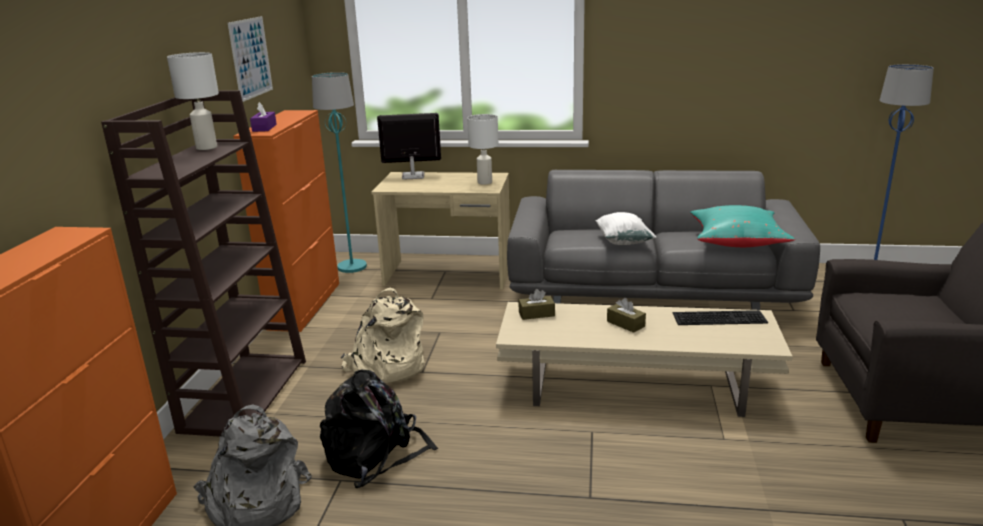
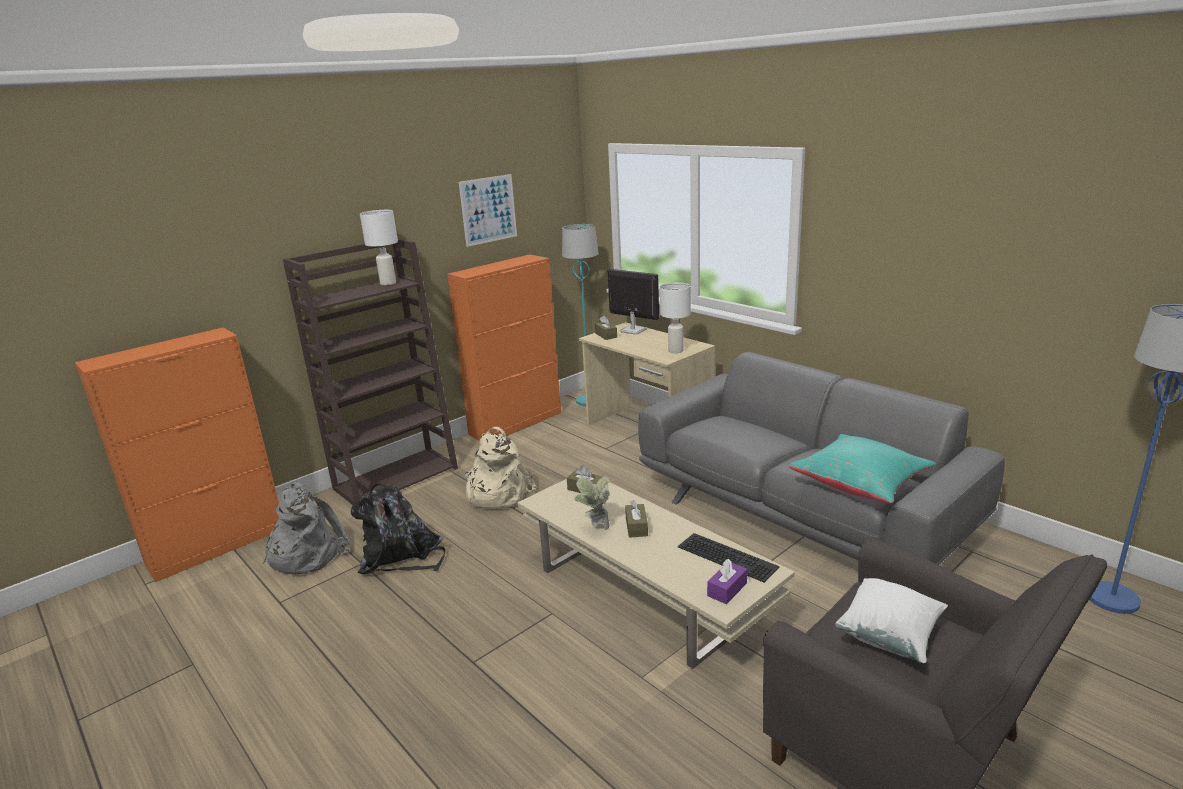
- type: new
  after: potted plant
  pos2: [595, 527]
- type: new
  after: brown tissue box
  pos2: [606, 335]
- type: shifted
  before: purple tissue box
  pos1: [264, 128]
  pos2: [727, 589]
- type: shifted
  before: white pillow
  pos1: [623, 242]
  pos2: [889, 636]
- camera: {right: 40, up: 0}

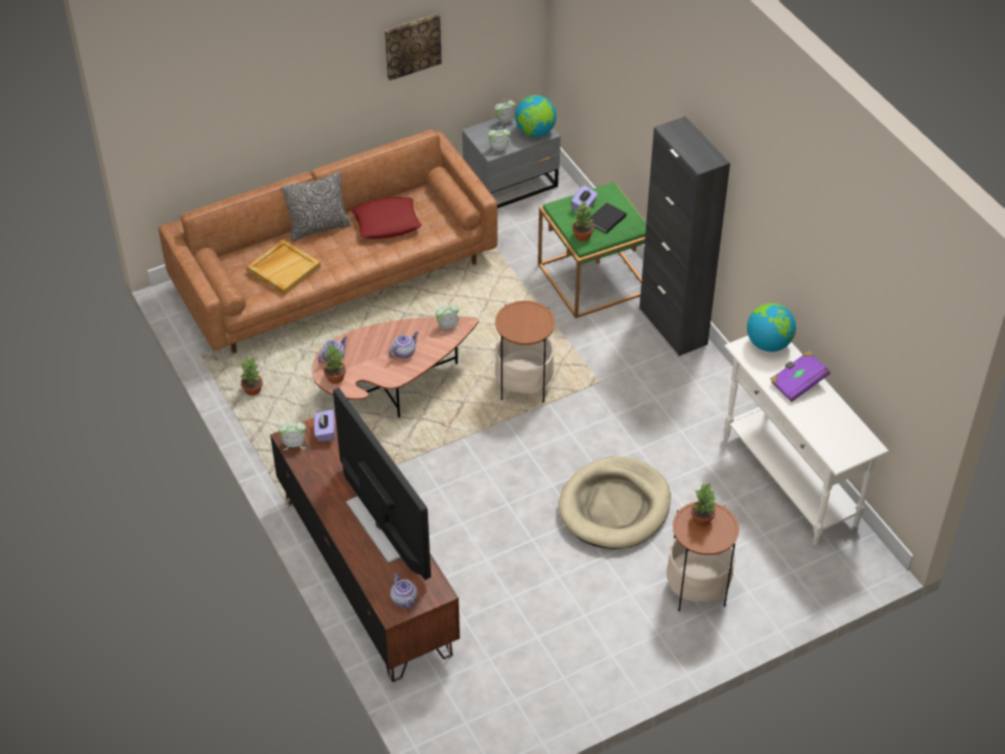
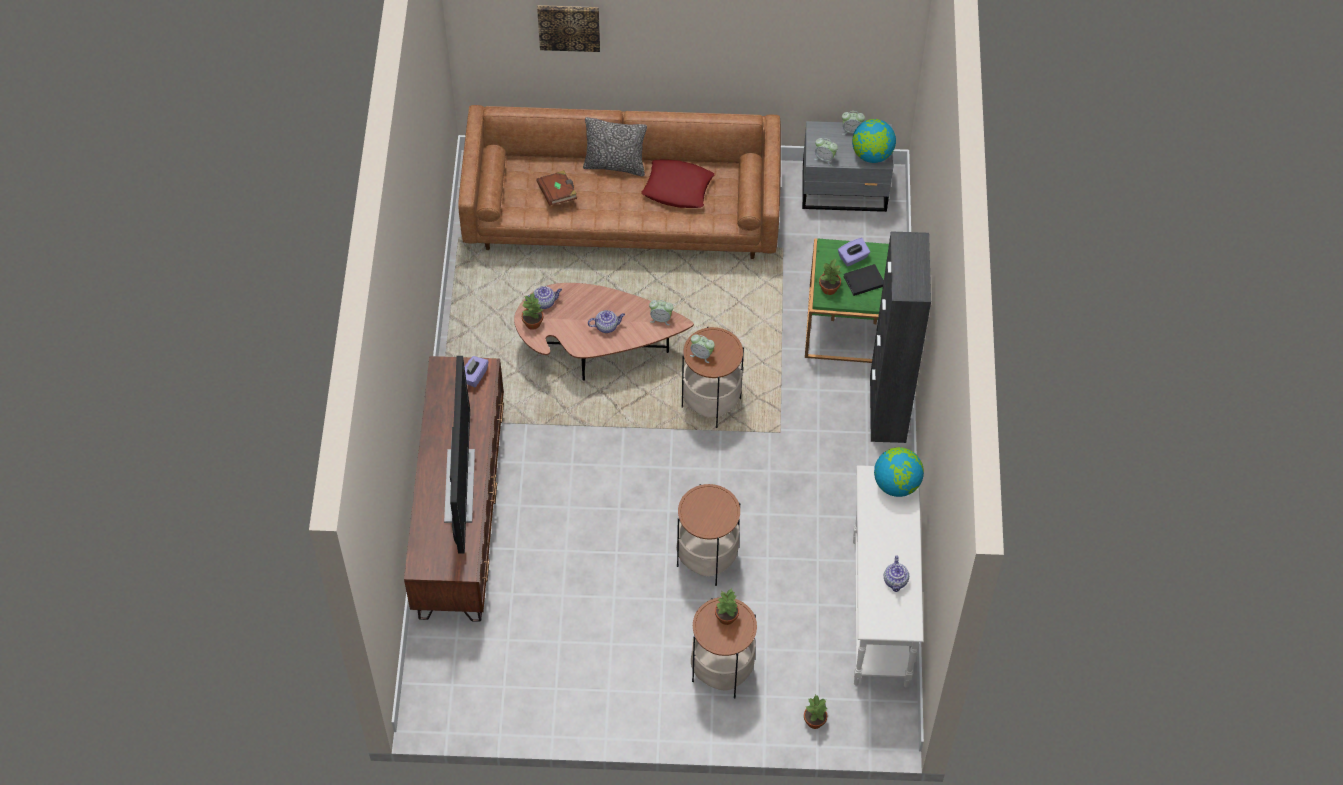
- type: swapped
  before: beige tray
  after: brown book
  pos1: [284, 268]
  pos2: [558, 194]
- type: shifted
  before: picture
  pos1: [412, 45]
  pos2: [569, 26]
- type: swapped
  before: beige dog bed
  after: side table
  pos1: [615, 507]
  pos2: [707, 558]
- type: shifted
  before: alarm clock
  pos1: [294, 444]
  pos2: [701, 355]
- type: shifted
  before: potted plant
  pos1: [253, 390]
  pos2: [815, 721]
- type: shifted
  before: teapot
  pos1: [405, 599]
  pos2: [895, 581]
- type: gone
  before: purple book
  pos1: [798, 383]
- camera: {right: 30, up: 10}

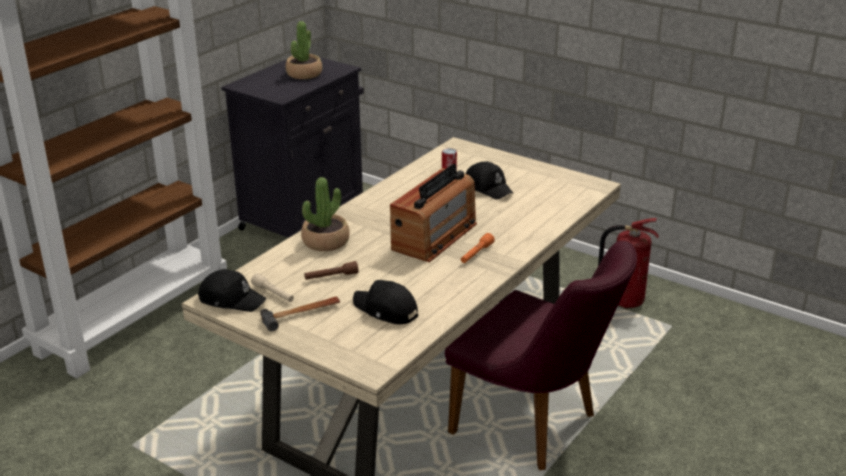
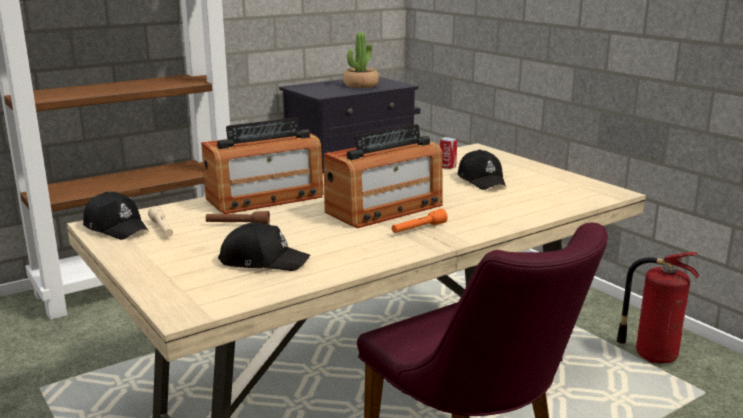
- type: swapped
  before: potted plant
  after: radio
  pos1: [325, 241]
  pos2: [265, 198]
- type: rotated
  before: black cap
  pos1: [385, 310]
  pos2: [263, 261]
  turn: 135
- type: gone
  before: hammer
  pos1: [301, 314]
- camera: {right: 20, up: -10}

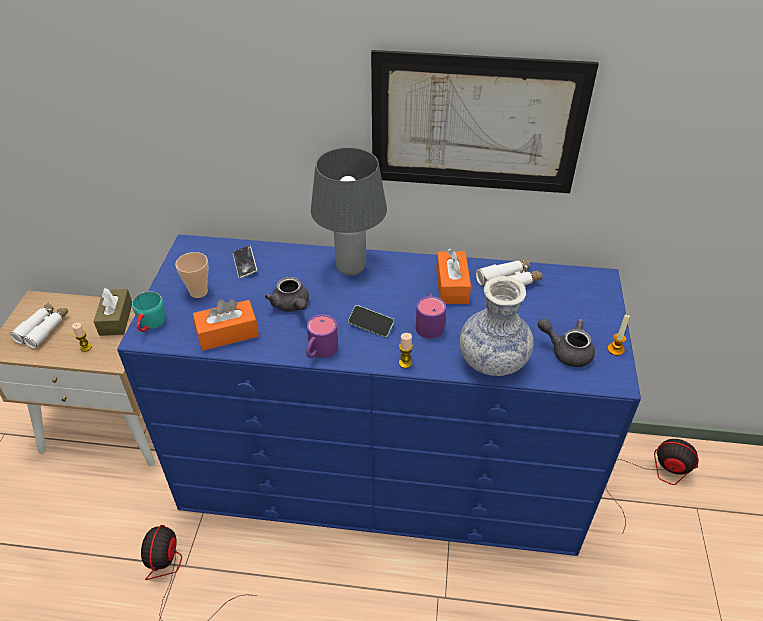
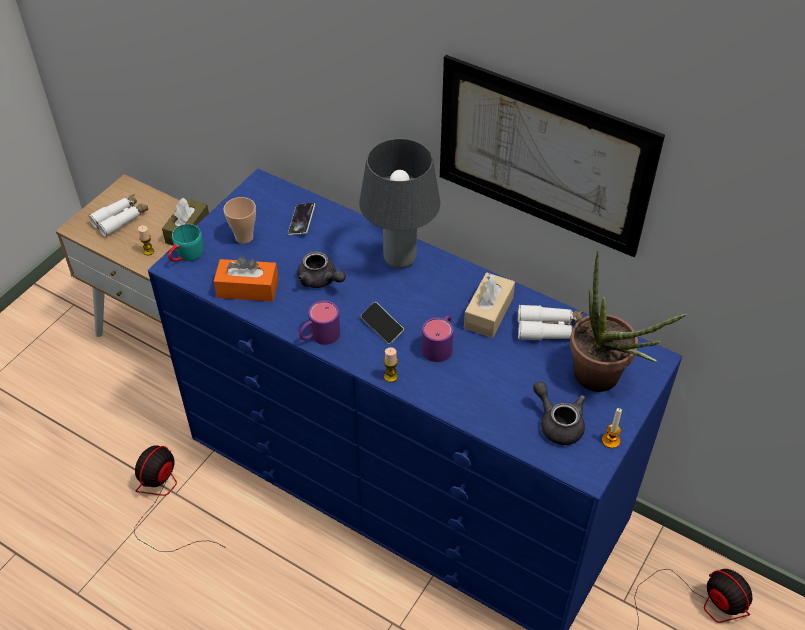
- type: rotated
  before: grey teapot
  pos1: [292, 305]
  pos2: [320, 280]
  turn: -45
- type: repainted
  before: orange tissue box
  after: beige tissue box
  pos1: [452, 286]
  pos2: [488, 313]
- type: new
  after: potted plant
  pos2: [603, 381]
- type: gone
  before: vase
  pos1: [493, 360]
- camera: {right: 25, up: 5}

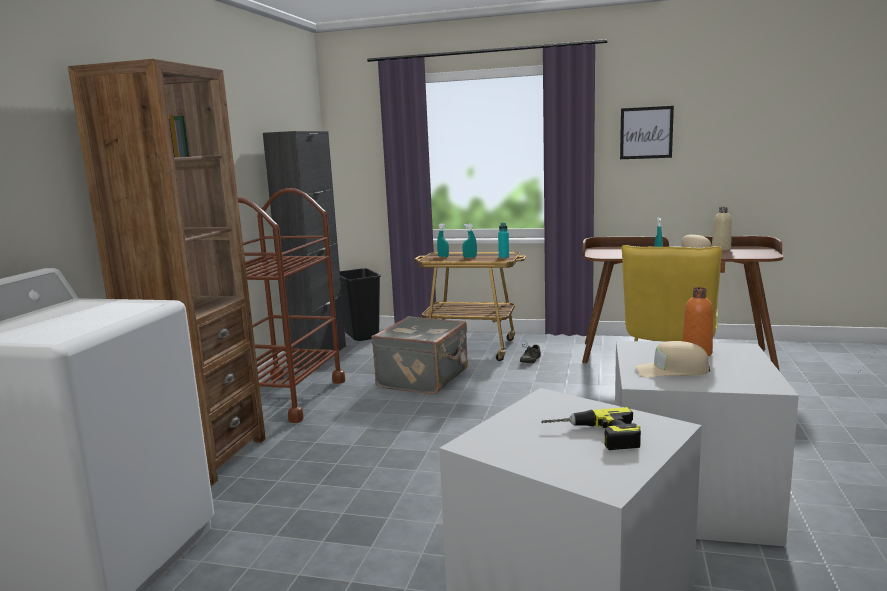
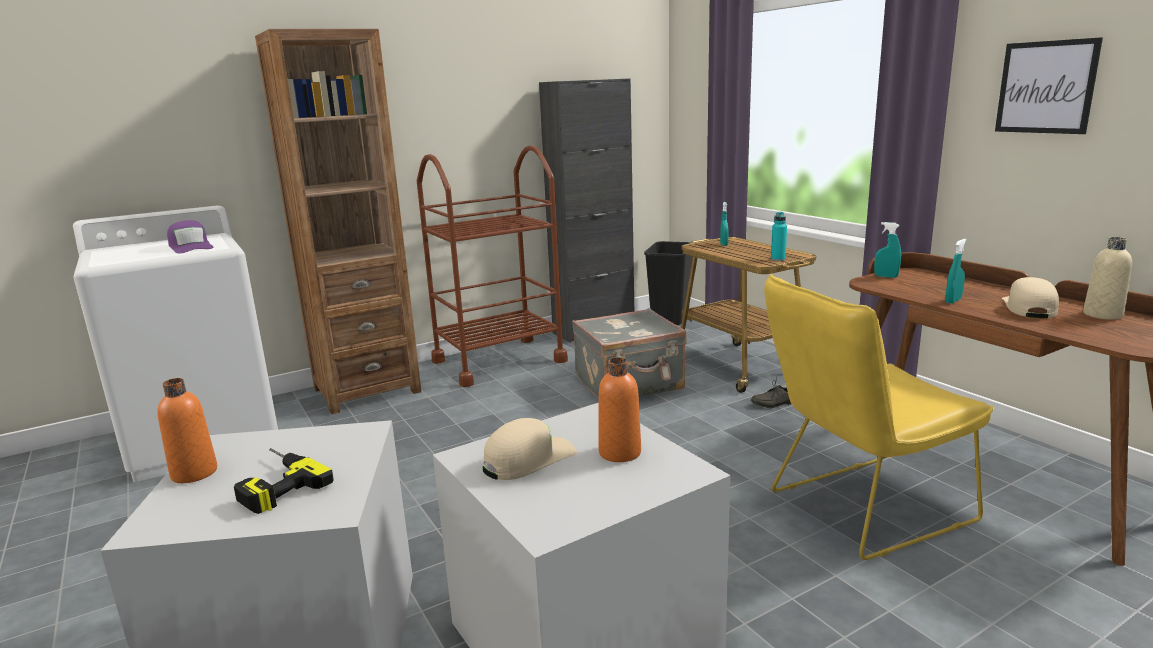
- type: new
  after: orange bottle
  pos2: [194, 473]
- type: new
  after: purple cap
  pos2: [191, 247]
- type: rotated
  before: beige cap
  pos1: [672, 371]
  pos2: [528, 459]
  turn: 90
- type: shifted
  before: turquoise spray bottle
  pos1: [470, 257]
  pos2: [886, 276]
- camera: {right: 45, up: 5}

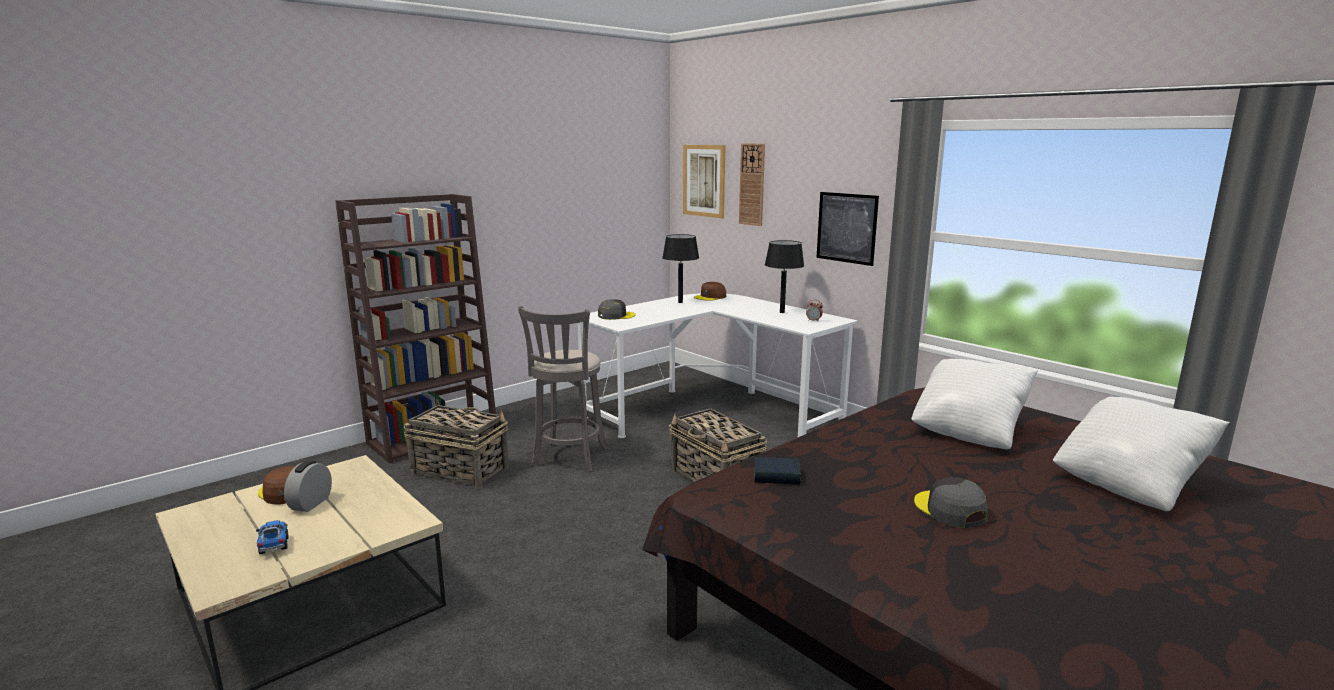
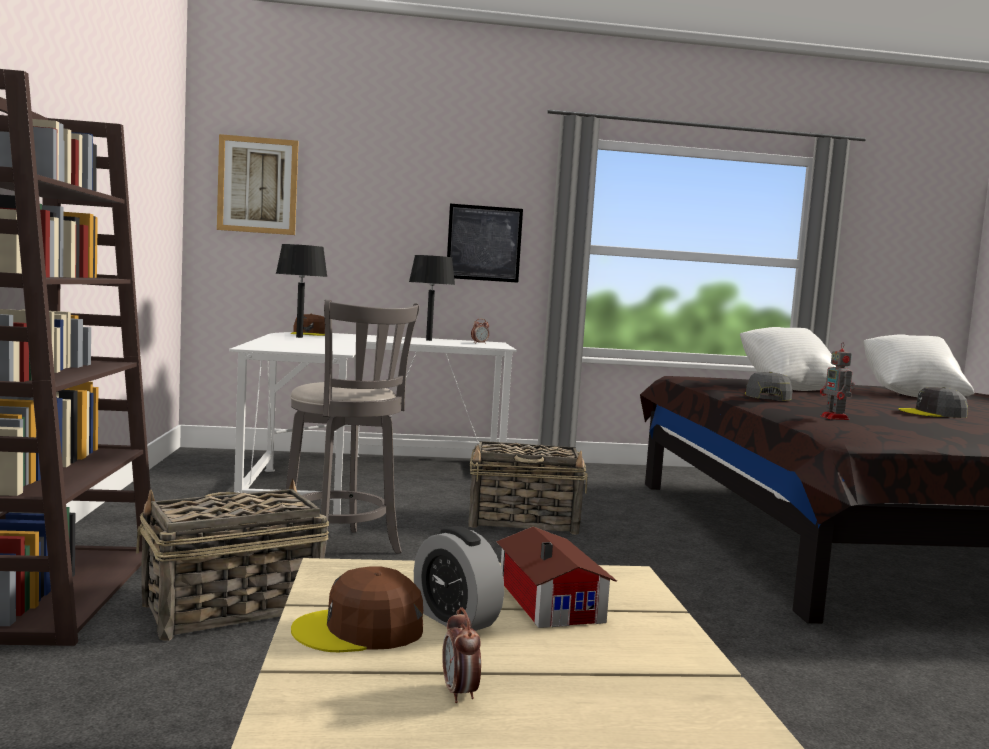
- type: new
  after: alarm clock
  pos2: [460, 693]
- type: new
  after: toy house
  pos2: [551, 599]
- type: shifted
  before: grey cap
  pos1: [616, 316]
  pos2: [767, 396]
- type: swapped
  before: book
  after: toy robot
  pos1: [776, 476]
  pos2: [835, 418]
- type: gone
  before: toy truck
  pos1: [274, 546]
- type: gone
  before: wall clock
  pos1: [752, 184]
- camera: {right: -55, up: -10}

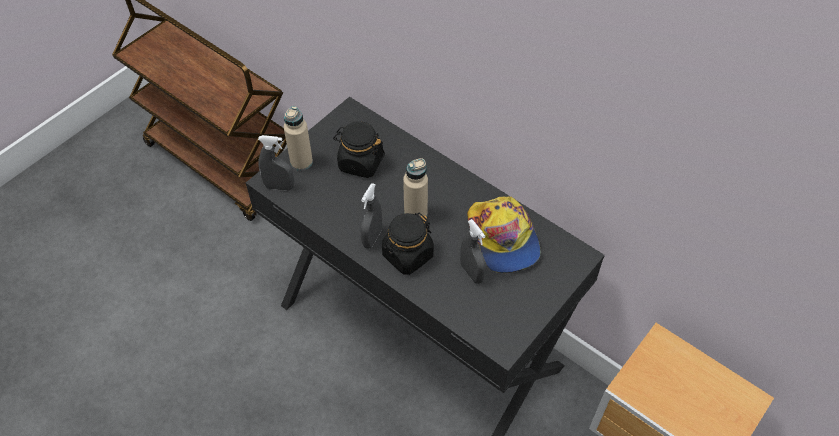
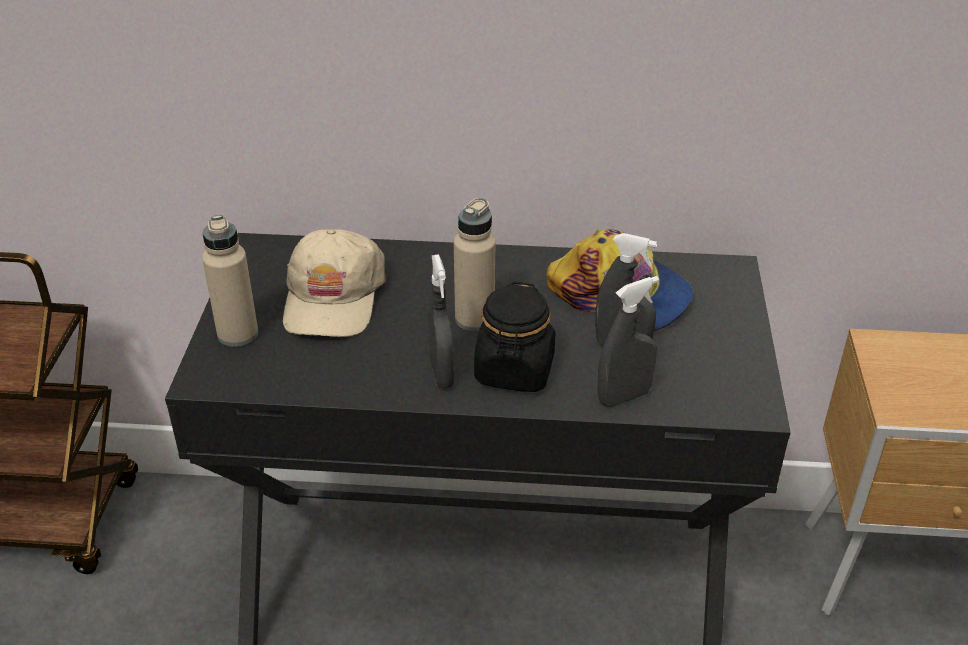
- type: swapped
  before: black jar
  after: beige cap
  pos1: [360, 163]
  pos2: [333, 297]
- type: shifted
  before: grey spray bottle
  pos1: [279, 186]
  pos2: [624, 397]
- camera: {right: -35, up: -15}

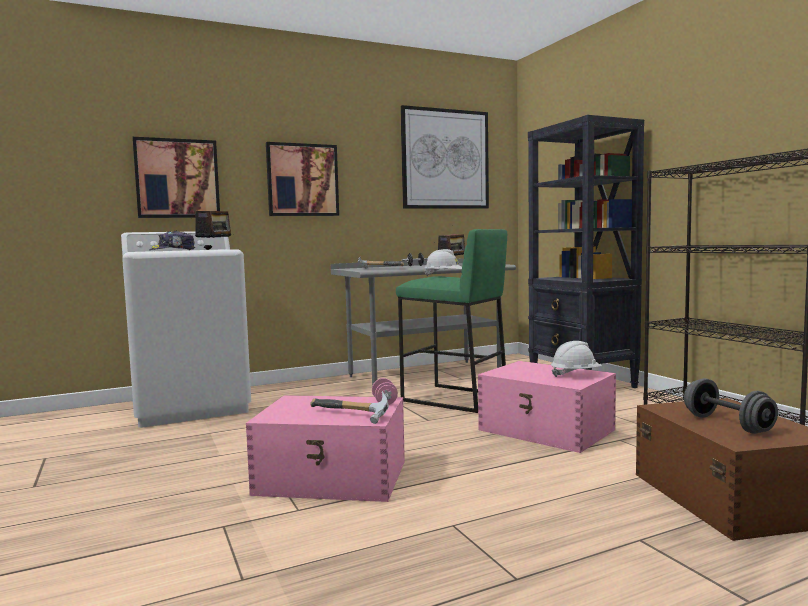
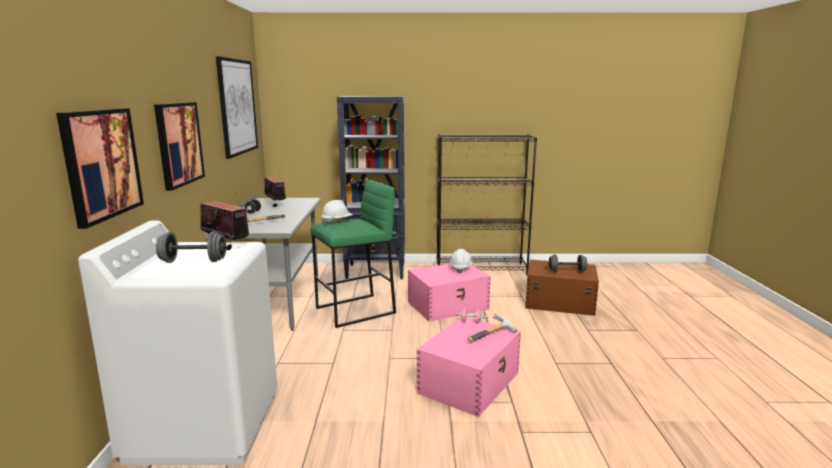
- type: swapped
  before: cap
  after: grey dumbbell
  pos1: [173, 250]
  pos2: [193, 261]
- camera: {right: -65, up: 10}

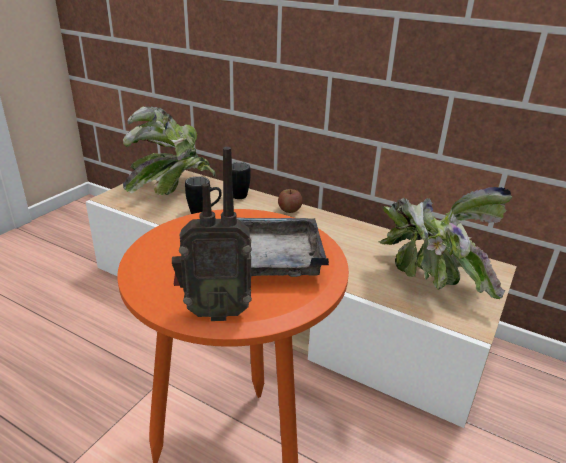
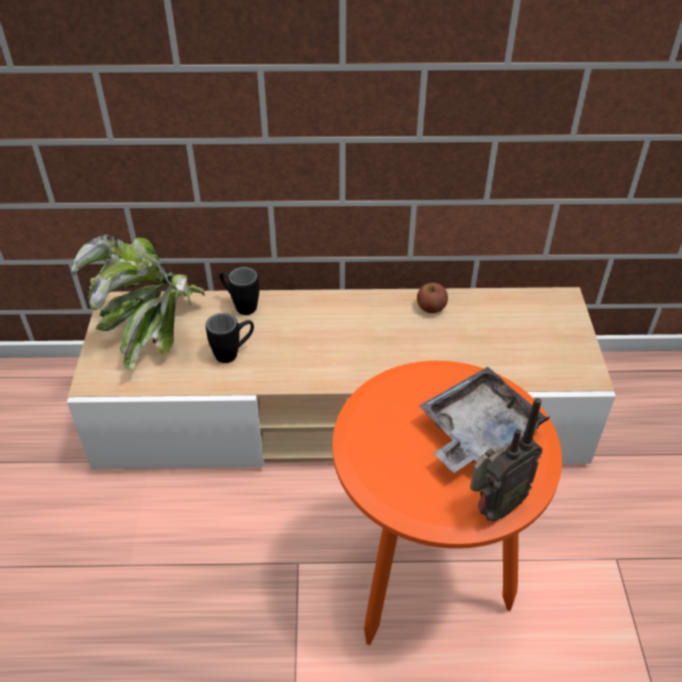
- type: shifted
  before: apple
  pos1: [289, 210]
  pos2: [431, 307]
- type: gone
  before: potted plant
  pos1: [428, 282]
- camera: {right: -30, up: 15}

